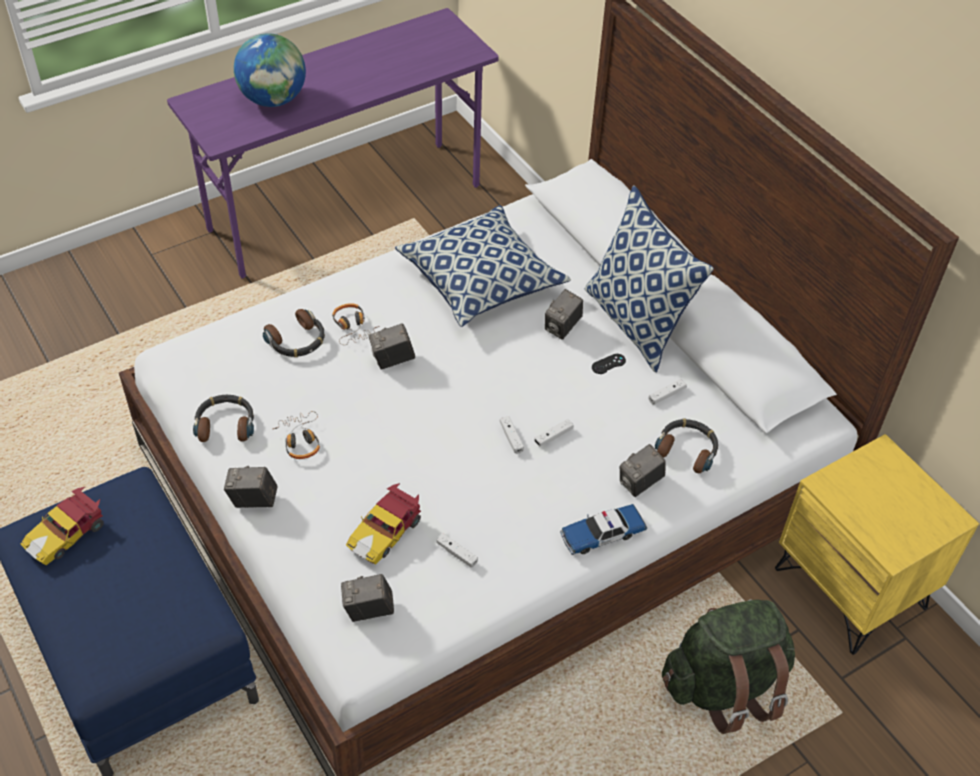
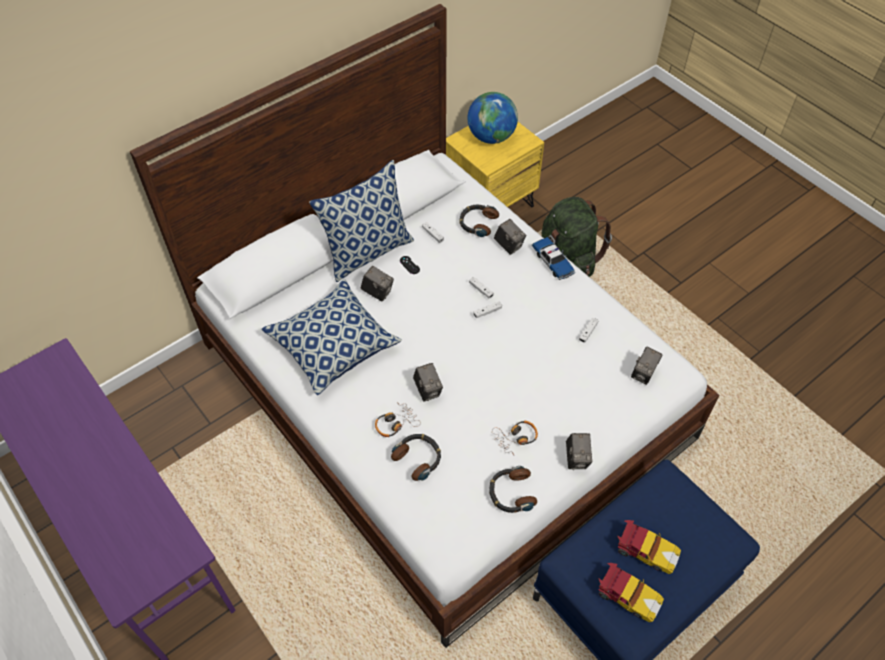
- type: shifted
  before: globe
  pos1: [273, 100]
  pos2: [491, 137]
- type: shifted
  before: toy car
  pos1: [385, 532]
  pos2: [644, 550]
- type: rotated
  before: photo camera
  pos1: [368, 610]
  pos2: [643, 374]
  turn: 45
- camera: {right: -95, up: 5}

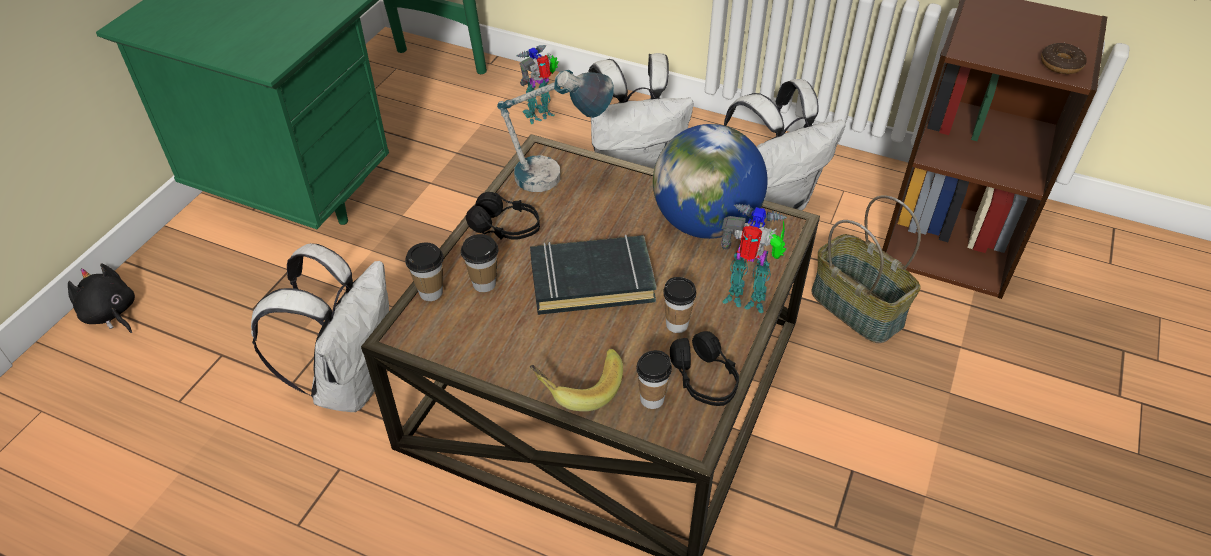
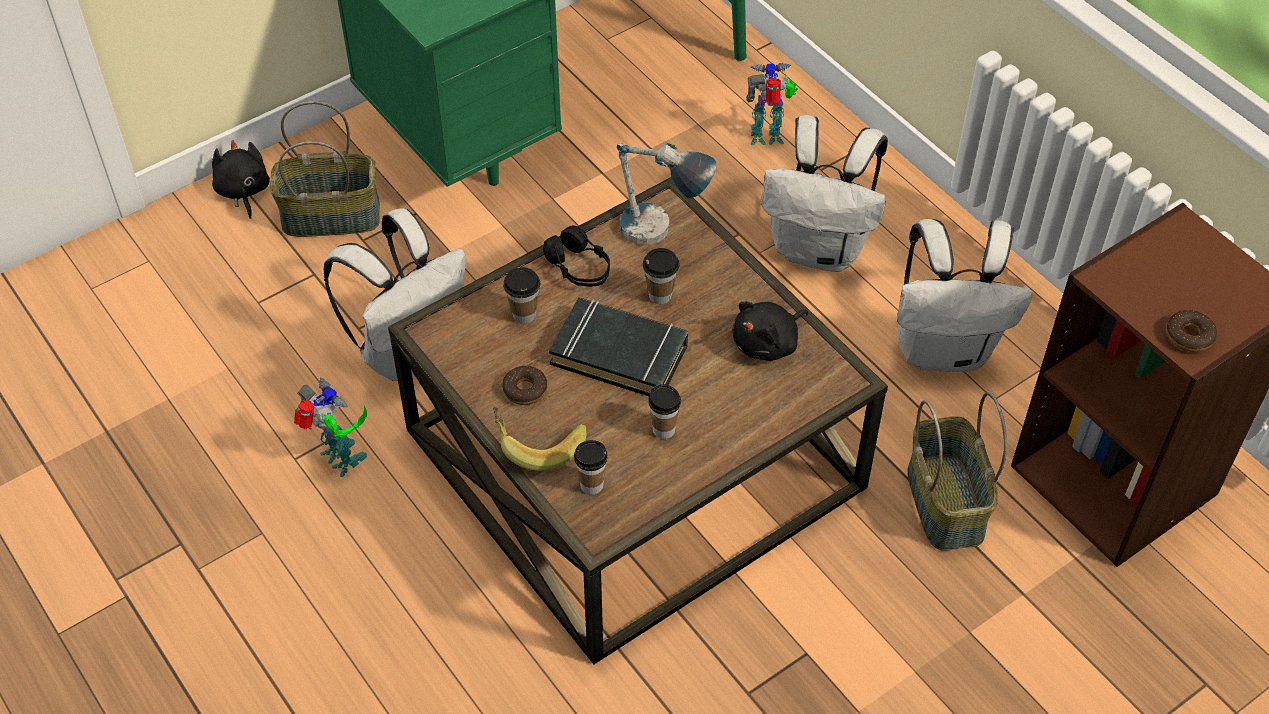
- type: new
  after: basket
  pos2: [332, 215]
- type: shifted
  before: toy robot
  pos1: [747, 300]
  pos2: [340, 460]
- type: new
  after: donut
  pos2: [525, 390]
- type: shifted
  before: cup
  pos1: [431, 292]
  pos2: [660, 295]
- type: swapped
  before: globe
  after: black plush toy
  pos1: [705, 222]
  pos2: [768, 343]
- type: gone
  before: black headphones
  pos1: [704, 379]
- camera: {right: 30, up: 5}

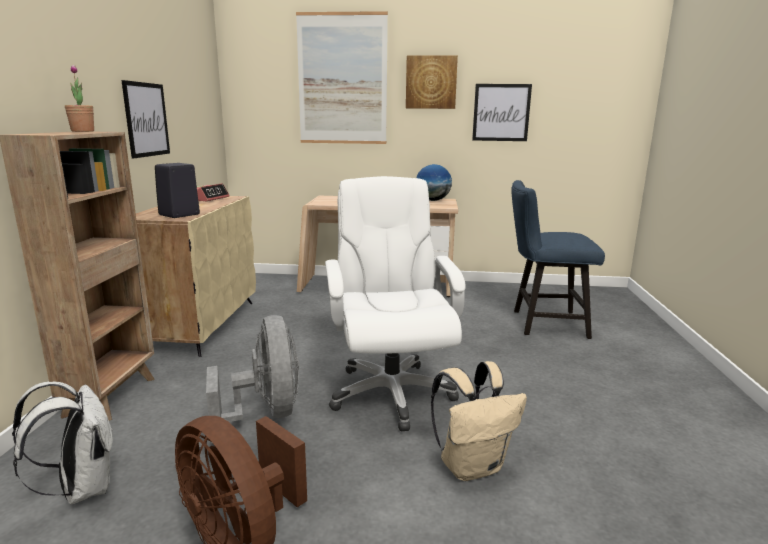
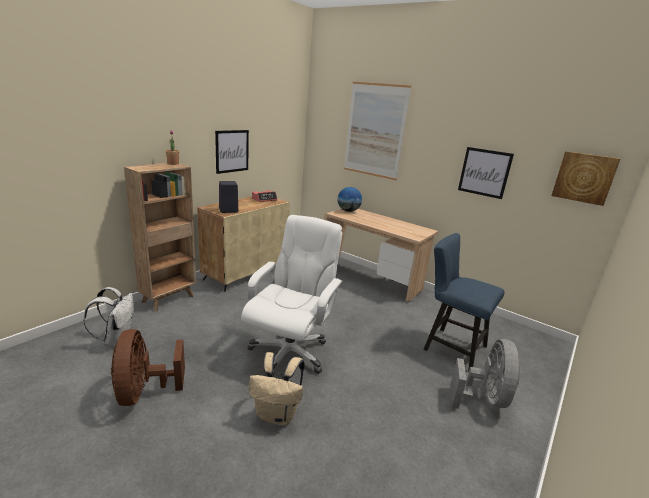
- type: shifted
  before: globe
  pos1: [433, 200]
  pos2: [348, 211]
- type: shifted
  before: grey fan
  pos1: [266, 414]
  pos2: [484, 398]
- type: shifted
  before: picture
  pos1: [431, 82]
  pos2: [584, 177]
- camera: {right: 30, up: 5}

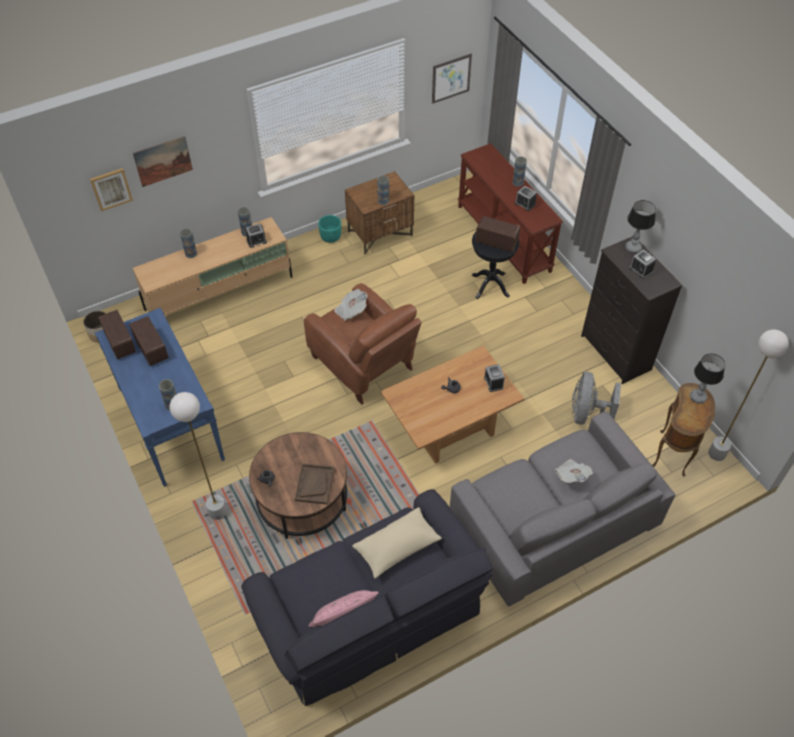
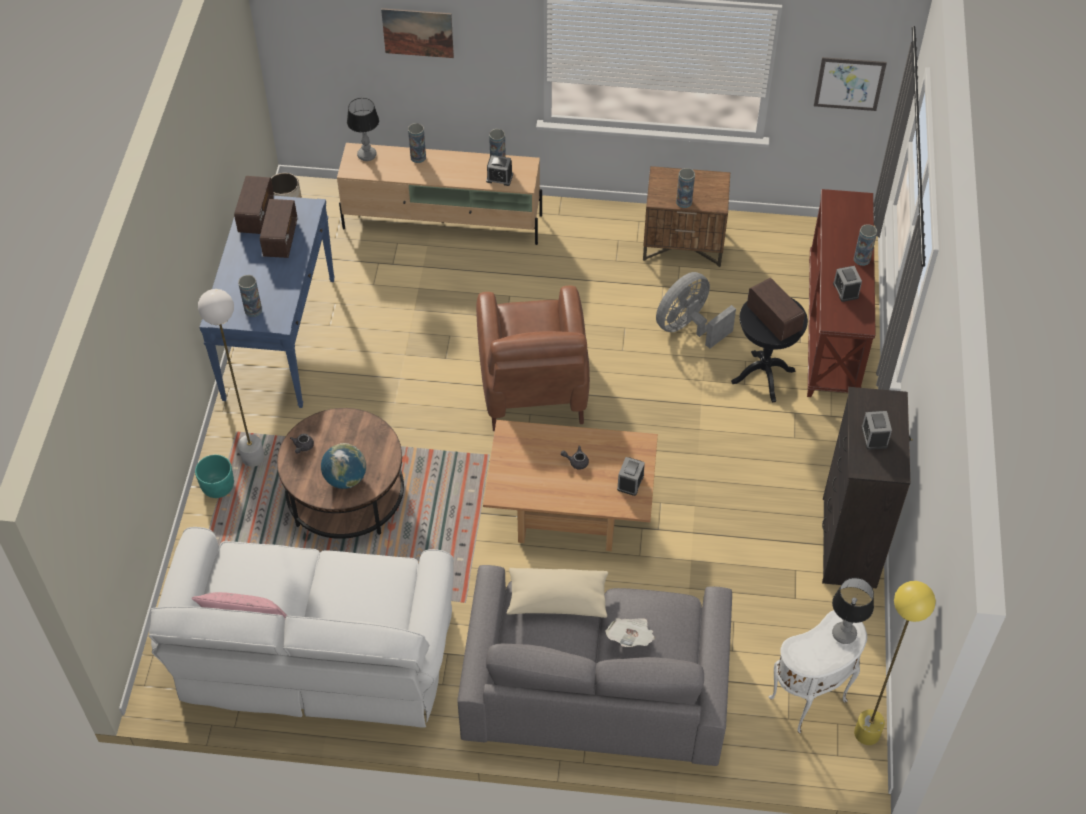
- type: repainted
  before: black sofa
  after: white sofa
  pos1: [371, 616]
  pos2: [315, 657]
- type: shifted
  before: turquoise planter
  pos1: [330, 237]
  pos2: [218, 487]
- type: swapped
  before: brown tray
  after: globe
  pos1: [314, 484]
  pos2: [345, 479]
- type: shifted
  before: table lamp
  pos1: [633, 248]
  pos2: [367, 155]
- type: shifted
  before: beige pillow
  pos1: [397, 547]
  pos2: [557, 600]
- type: shifted
  before: grey fan
  pos1: [586, 412]
  pos2: [688, 327]
- type: repainted
  before: brown side table
  after: white side table
  pos1: [673, 454]
  pos2: [810, 701]
- type: repainted
  before: white floor lamp
  after: yellow floor lamp
  pos1: [717, 453]
  pos2: [867, 733]
- type: gone
  before: picture
  pos1: [111, 188]
- type: gone
  before: newspaper
  pos1: [351, 310]
- camera: {right: 35, up: 0}

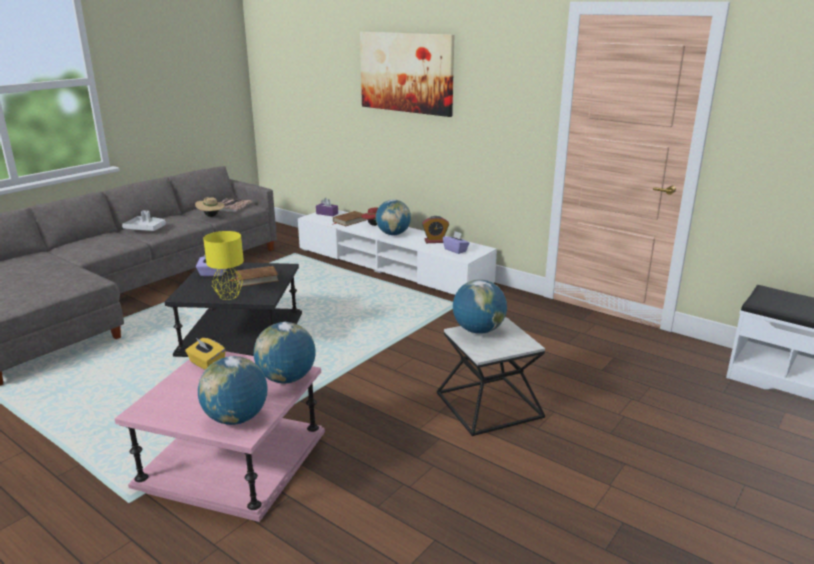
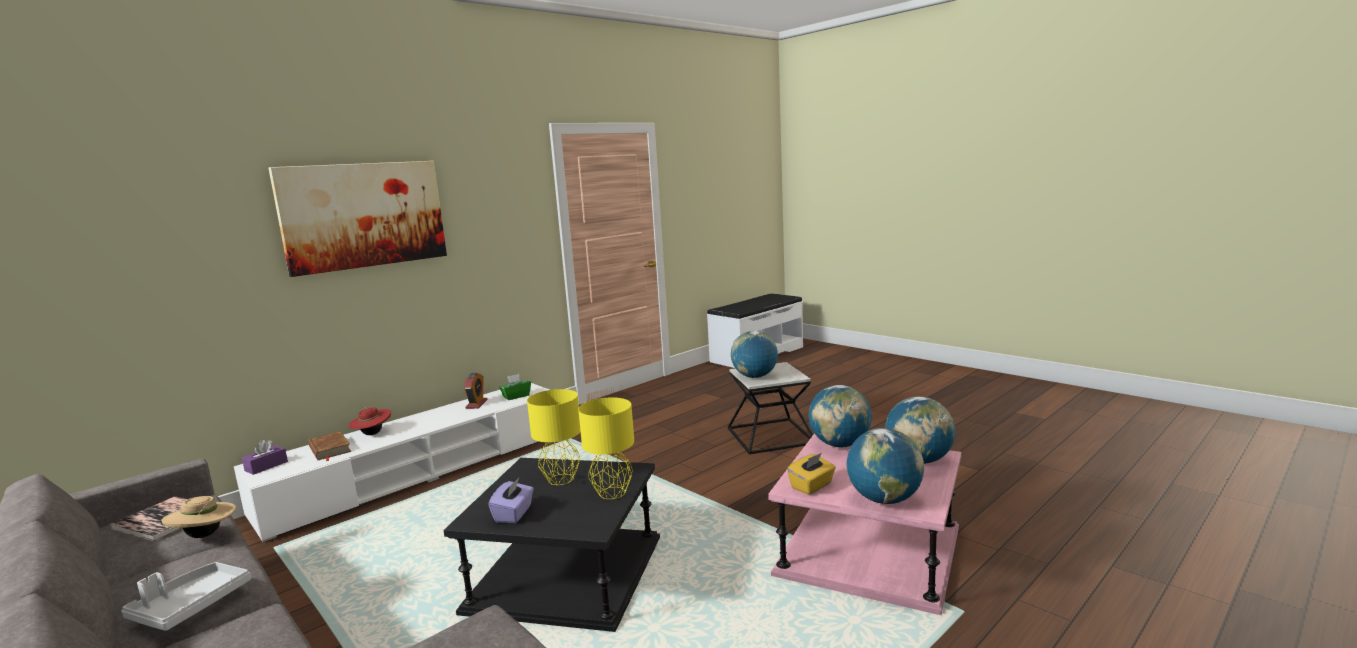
- type: repainted
  before: purple tissue box
  after: green tissue box
  pos1: [455, 250]
  pos2: [516, 396]
- type: swapped
  before: brown book
  after: yellow table lamp
  pos1: [256, 279]
  pos2: [560, 479]
- type: shifted
  before: globe
  pos1: [393, 234]
  pos2: [884, 500]
- camera: {right: -80, up: -10}

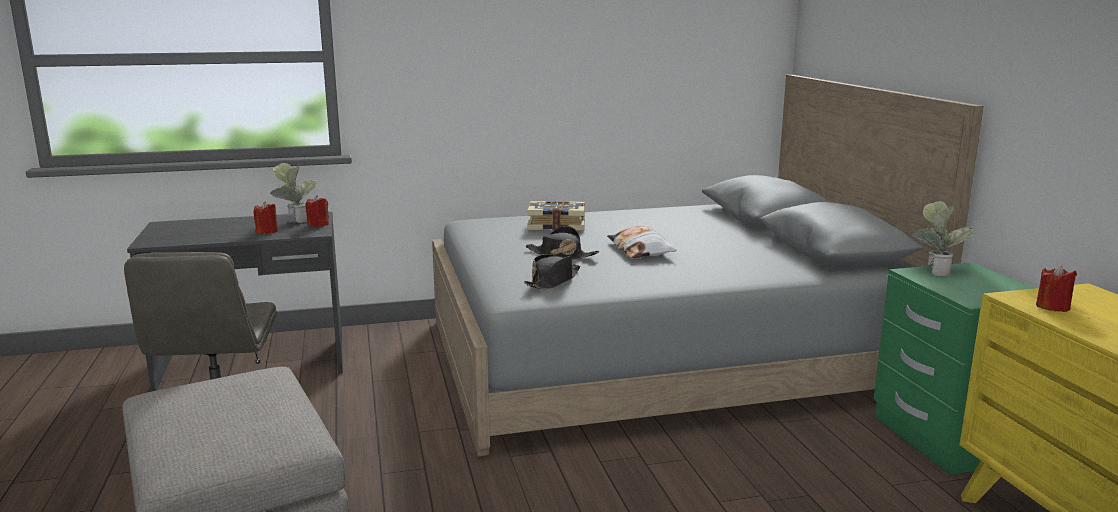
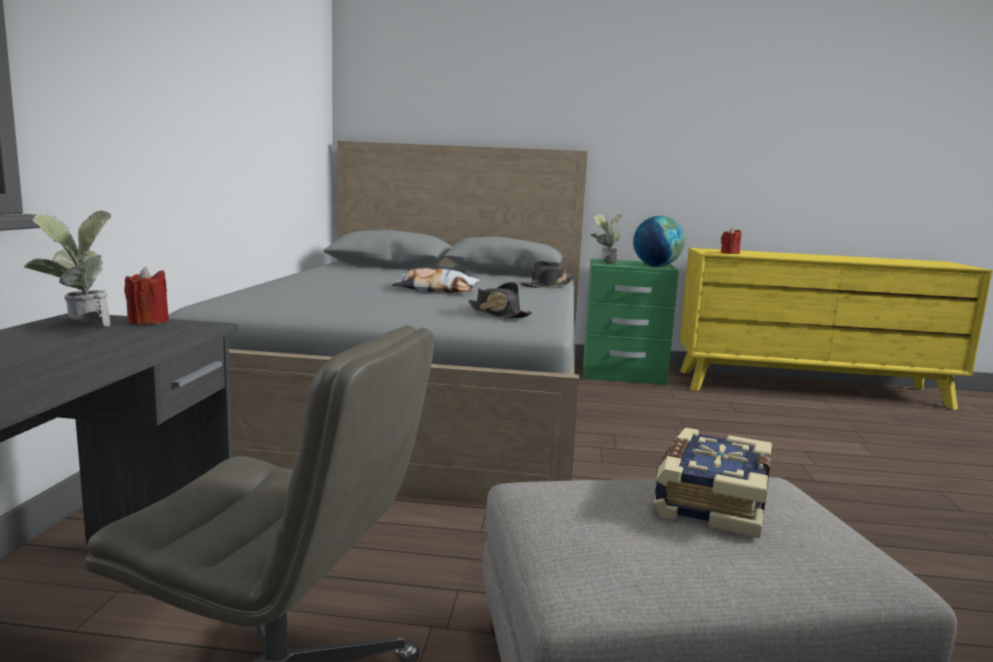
- type: shifted
  before: black hat
  pos1: [561, 255]
  pos2: [547, 285]
- type: new
  after: globe
  pos2: [656, 266]
- type: shifted
  before: book
  pos1: [556, 226]
  pos2: [709, 501]
- type: gone
  before: red candle
  pos1: [267, 231]
- camera: {right: -70, up: -5}

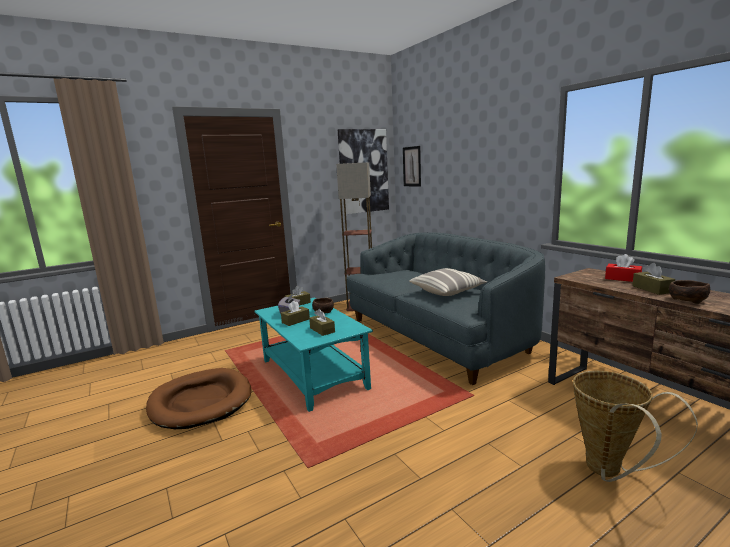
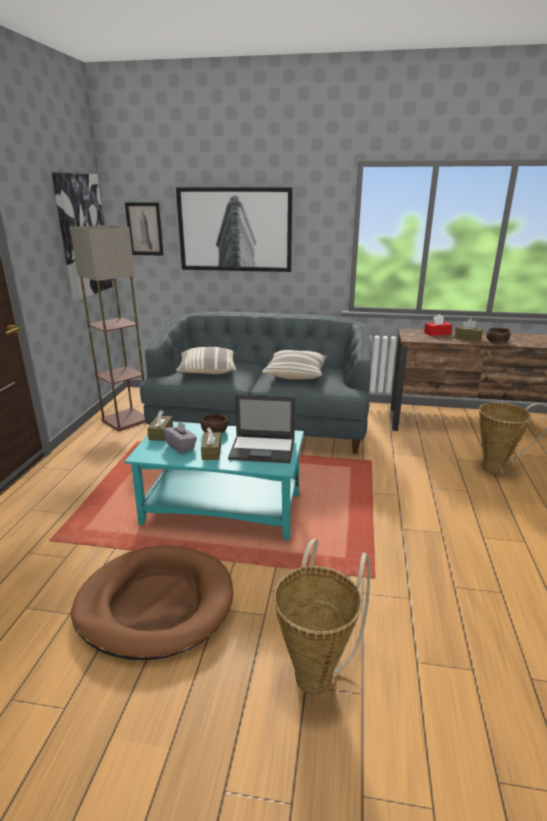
- type: new
  after: picture
  pos2: [235, 230]
- type: new
  after: pillow
  pos2: [207, 371]
- type: swapped
  before: brown tissue box
  after: laptop
  pos1: [322, 330]
  pos2: [263, 449]
- type: new
  after: basket
  pos2: [317, 671]
- camera: {right: -50, up: 10}

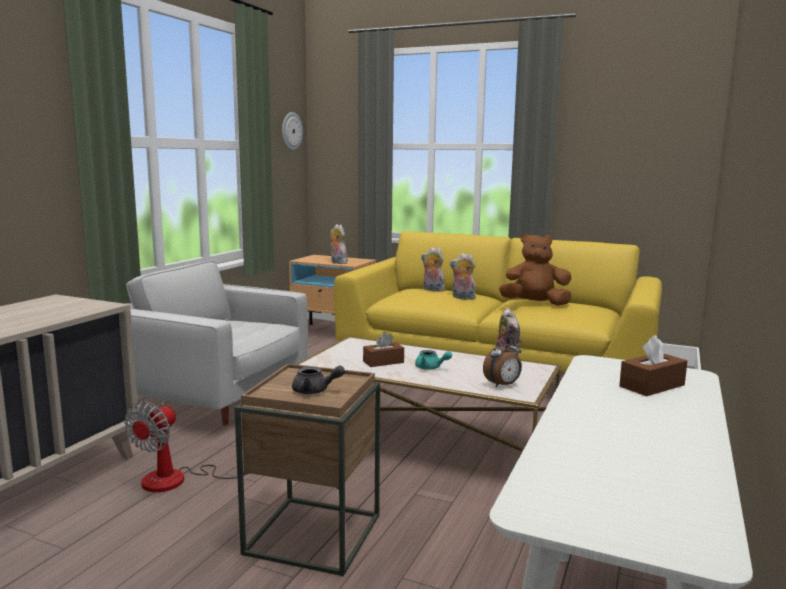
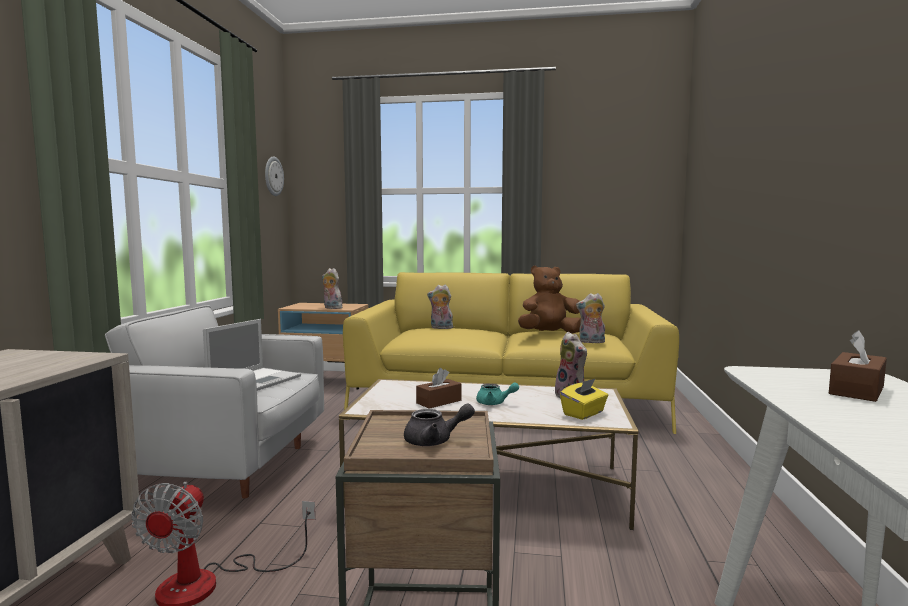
- type: new
  after: laptop
  pos2: [256, 381]
- type: swapped
  before: alarm clock
  after: yellow tissue box
  pos1: [503, 385]
  pos2: [584, 413]
- type: shifted
  before: plush toy
  pos1: [462, 298]
  pos2: [591, 342]
- camera: {right: -15, up: -5}

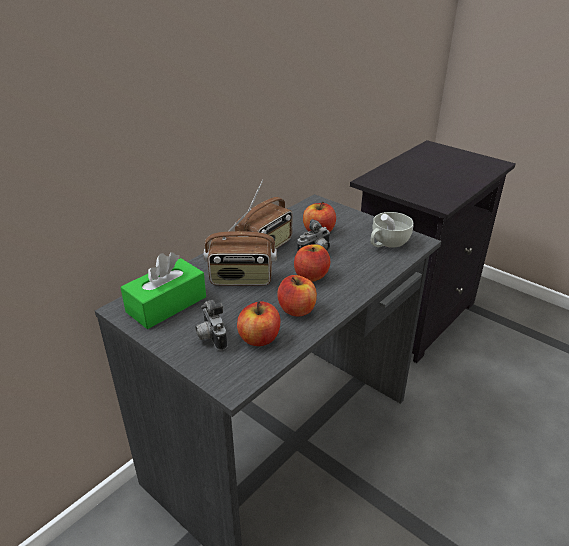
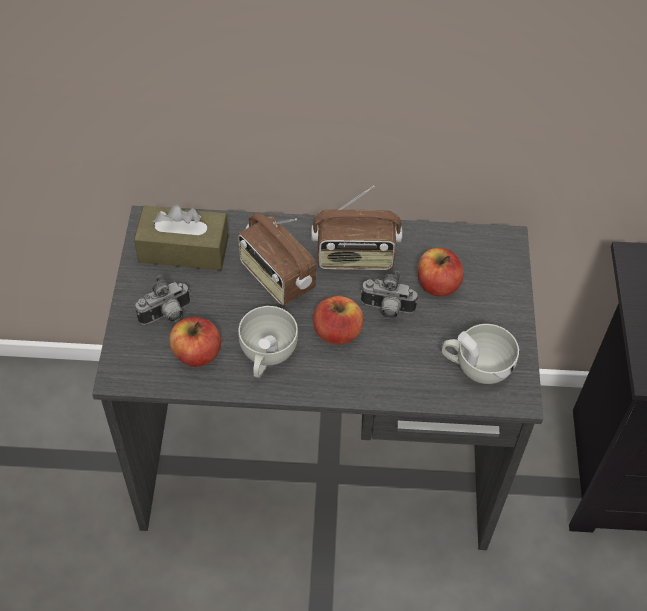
- type: repainted
  before: green tissue box
  after: brown tissue box
  pos1: [166, 304]
  pos2: [184, 249]
- type: rotated
  before: photo camera
  pos1: [210, 337]
  pos2: [167, 316]
  turn: -150
- type: swapped
  before: apple
  after: white cup
  pos1: [297, 309]
  pos2: [266, 356]
- camera: {right: 50, up: 20}

